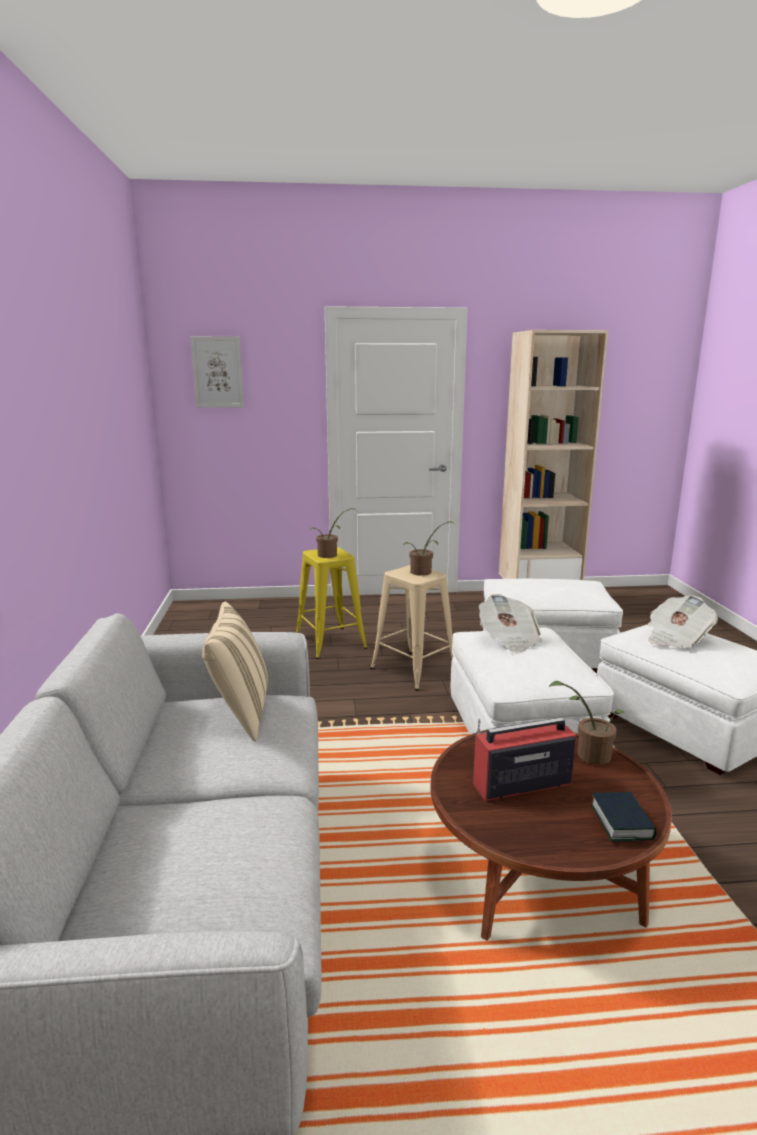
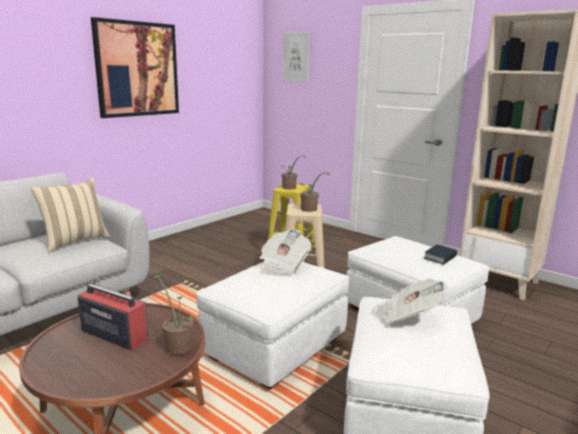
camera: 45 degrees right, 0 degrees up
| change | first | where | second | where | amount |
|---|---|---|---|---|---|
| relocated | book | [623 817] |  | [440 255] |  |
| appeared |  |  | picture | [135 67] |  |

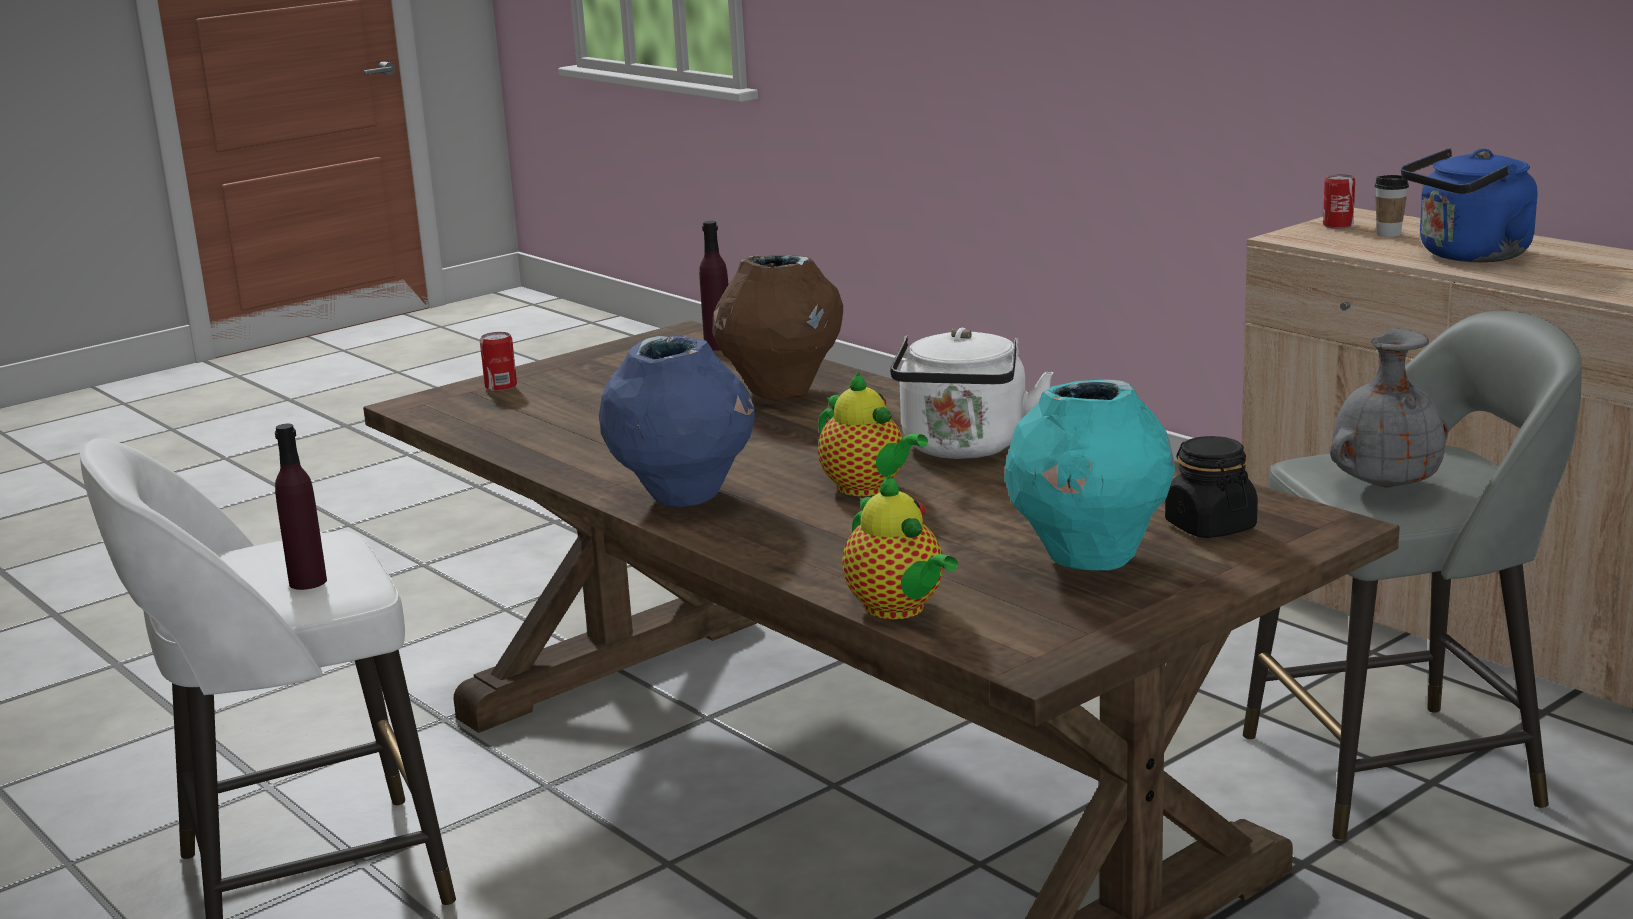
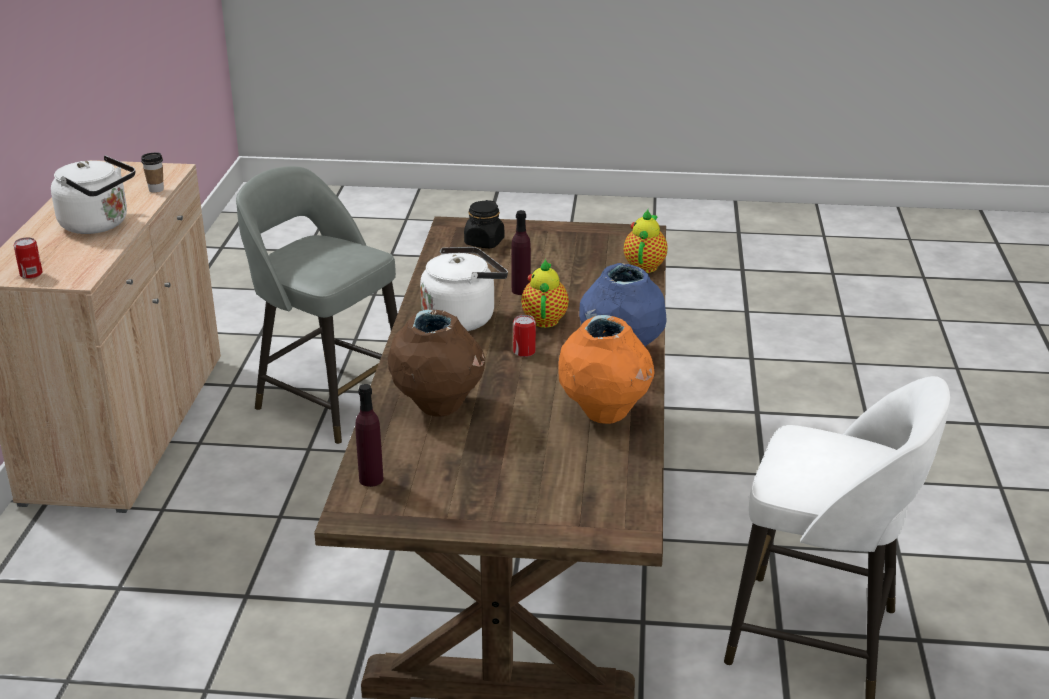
camera: 135 degrees left, 10 degrees up
| change | first | where | second | where | amount |
|---|---|---|---|---|---|
| relocated | bottle (purple) | [301 507] |  | [521 252] |  |
| relocated | can | [498 361] |  | [524 336] |  |
| missing | vase (turquoise) | [1089 475] |  |  |  |
| missing | vase (grey) | [1389 408] |  |  |  |
| relocated | cup | [1391 206] |  | [152 173] |  |
| colour | kettle (blue) | [1469 205] | kettle (white) | [93 194] |  |
| appeared |  |  | vase (orange) | [606 369] |  |

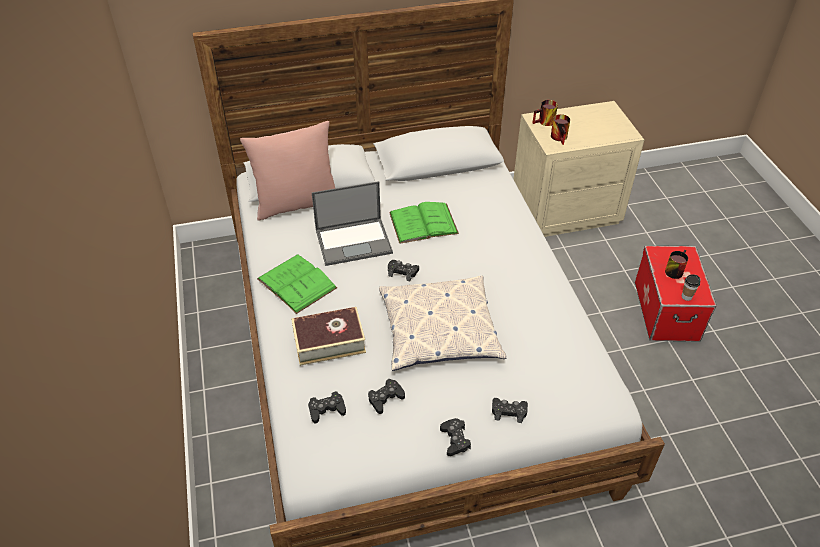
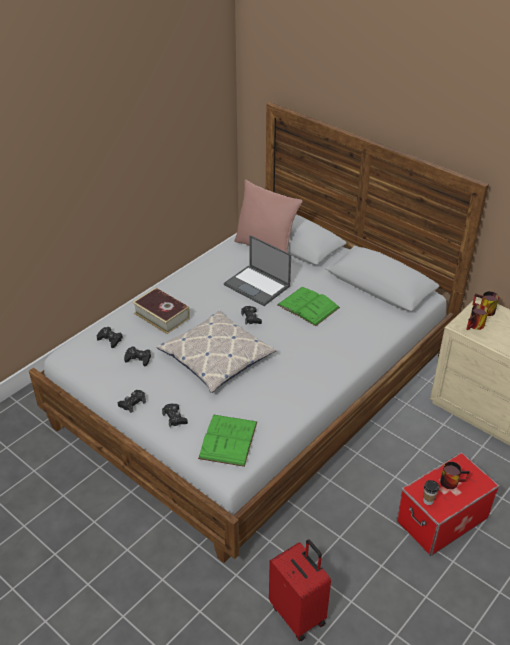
camera: 55 degrees right, 5 degrees down
| change | first | where | second | where | amount |
|---|---|---|---|---|---|
| relocated | book (green) | [297 284] |  | [227 441] |  |
| appeared |  |  | suitcase (red) | [300 590] |  |

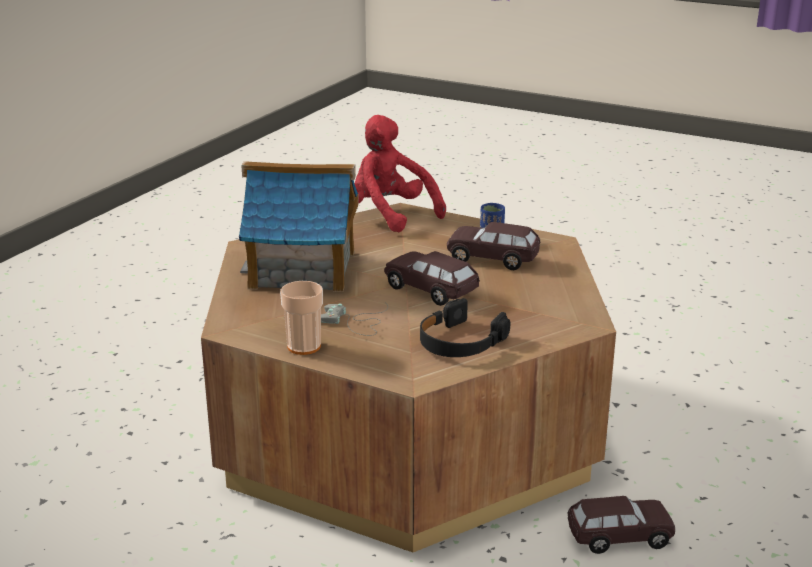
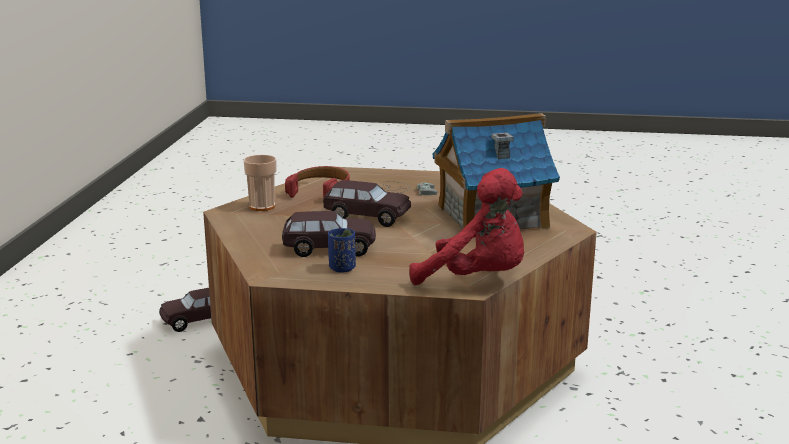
camera: 160 degrees right, 5 degrees down
| change | first | where | second | where | amount |
|---|---|---|---|---|---|
| relocated | cup | [301 318] |  | [260 183] |  |
| colour | headphones (black) | [465 327] | headphones (red) | [317 182] |  |

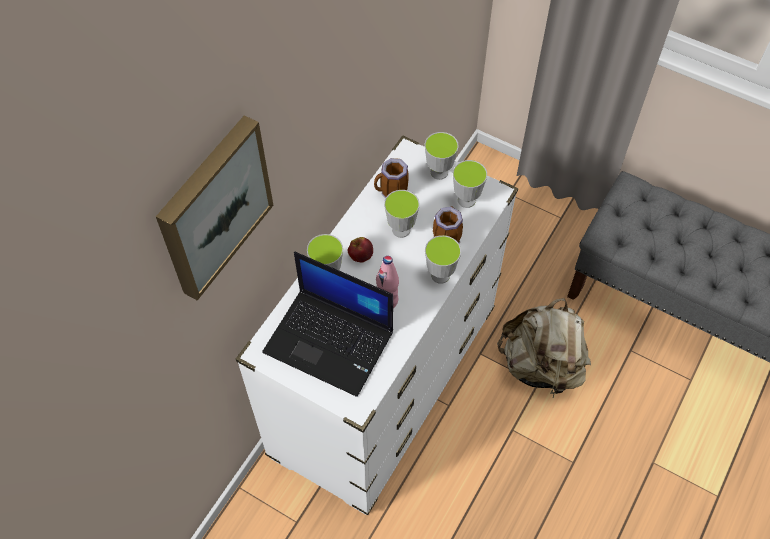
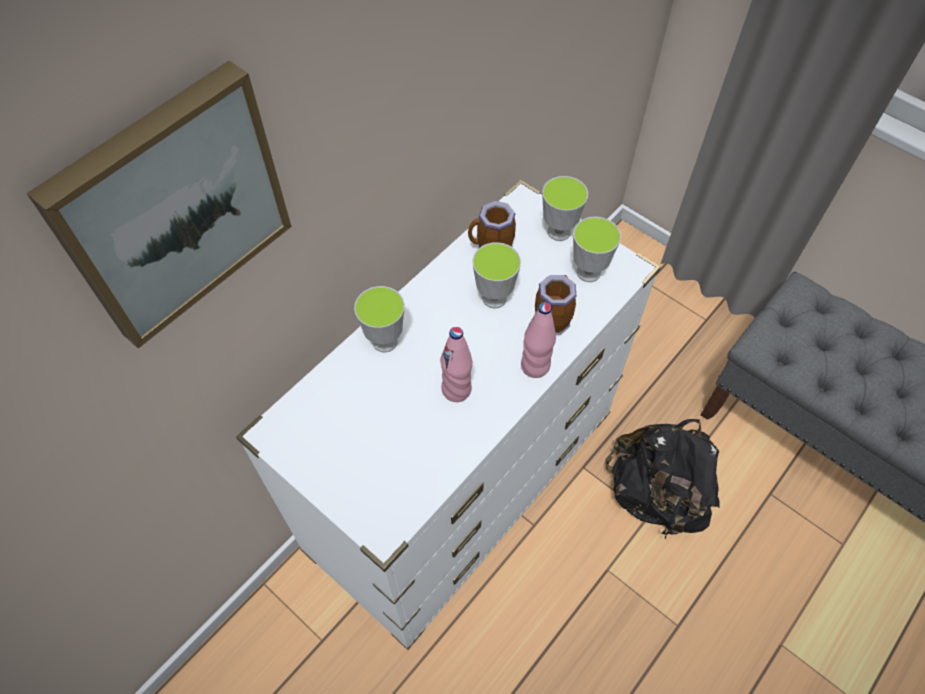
camera: 10 degrees right, 0 degrees up
| change | first | where | second | where | amount |
|---|---|---|---|---|---|
| missing | laptop | [327 324] |  |  |  |
| missing | apple | [360 250] |  |  |  |
| exchanged | cup | [443 259] | bottle (pink) | [538 340] |  |
| colour | backpack (beige) | [544 348] | backpack (black) | [662 479] |  |

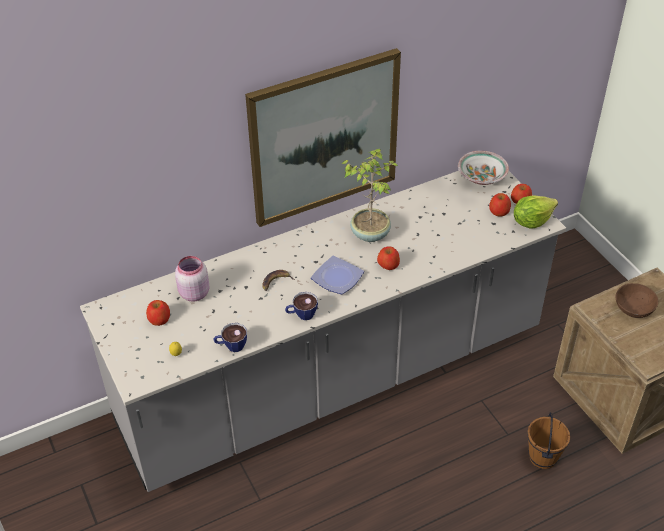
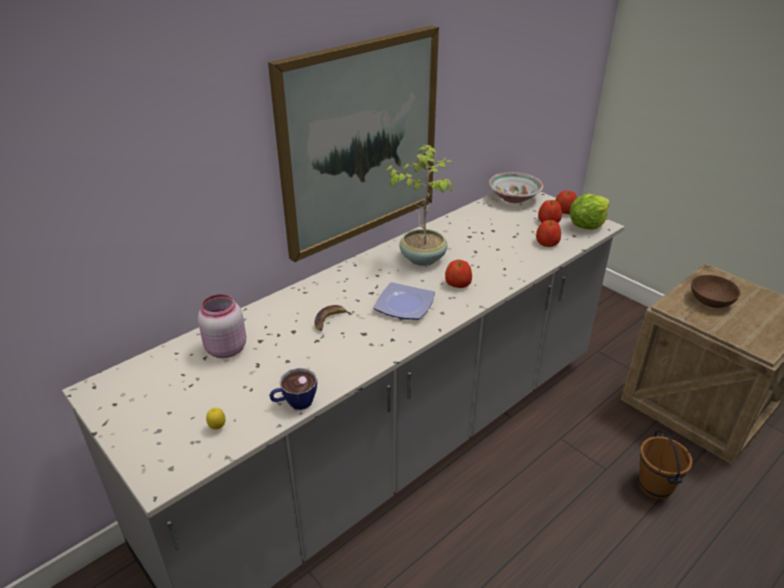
camera: 15 degrees left, 10 degrees down
| change | first | where | second | where | amount |
|---|---|---|---|---|---|
| relocated | apple | [158 313] |  | [548 233] |  |
| missing | cup | [301 306] |  |  |  |

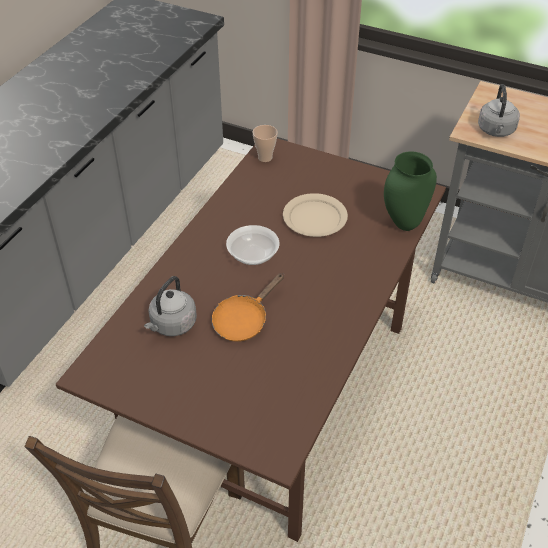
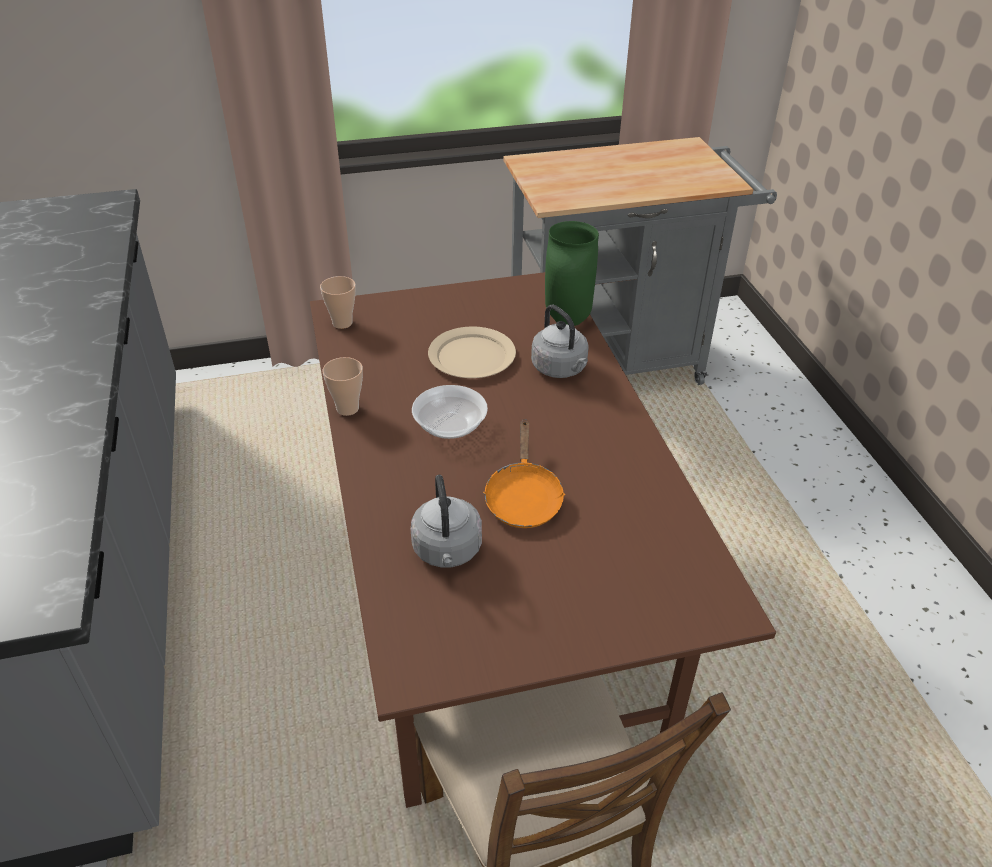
camera: 40 degrees left, 5 degrees down
| change | first | where | second | where | amount |
|---|---|---|---|---|---|
| relocated | kettle (grey) | [499 110] |  | [560 341] |  |
| appeared |  |  | cup | [342 386] |  |

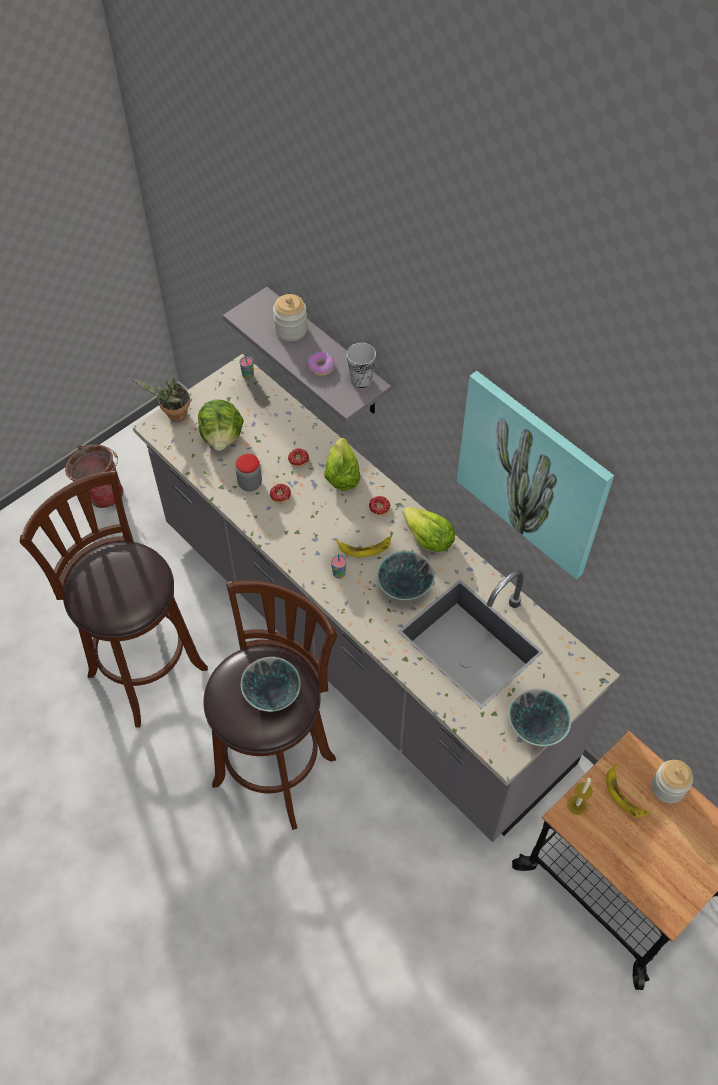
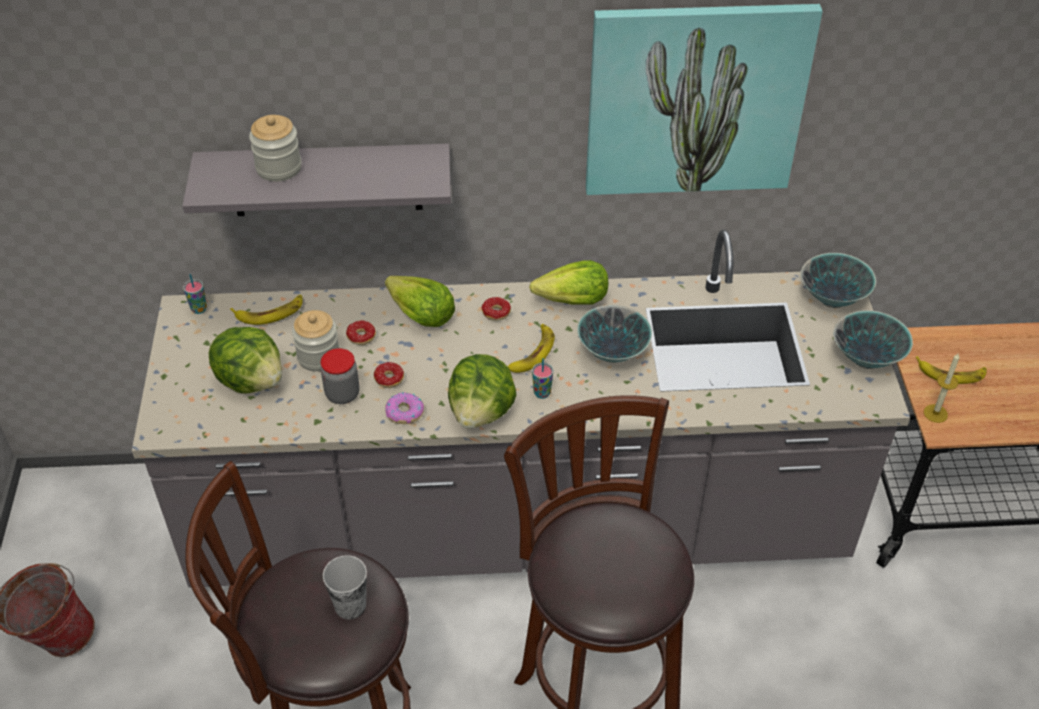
camera: 50 degrees left, 10 degrees down
| change | first | where | second | where | amount |
|---|---|---|---|---|---|
| missing | potted plant | [161 399] |  |  |  |
| relocated | bowl | [271 684] |  | [838 280] |  |
| relocated | donut | [321 364] |  | [404 408] |  |
| relocated | cup | [361 365] |  | [345 587] |  |
| relocated | jar | [672 782] |  | [316 341] |  |
| appeared |  |  | banana | [266 310] |  |
| appeared |  |  | lettuce | [482 391] |  |

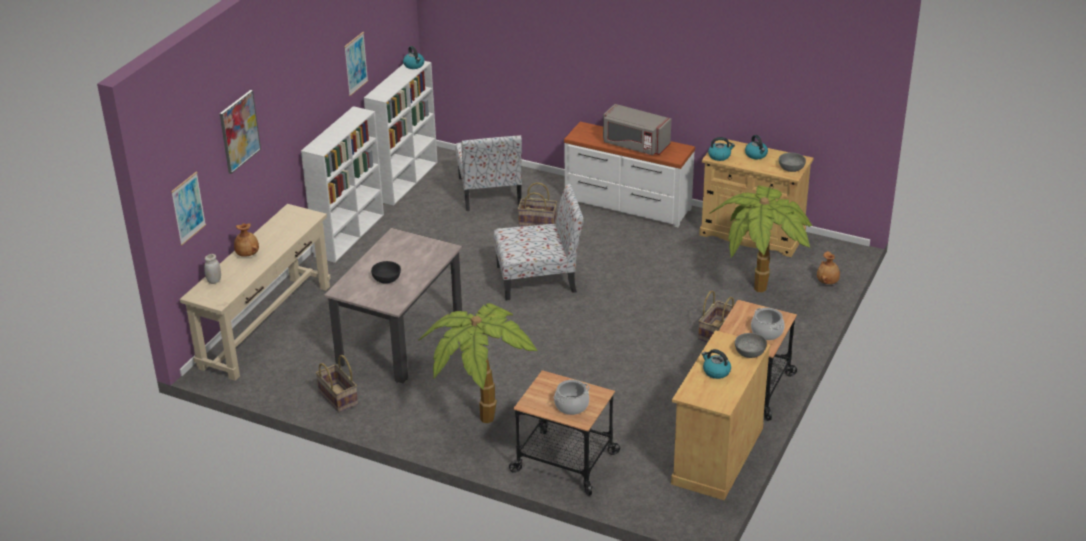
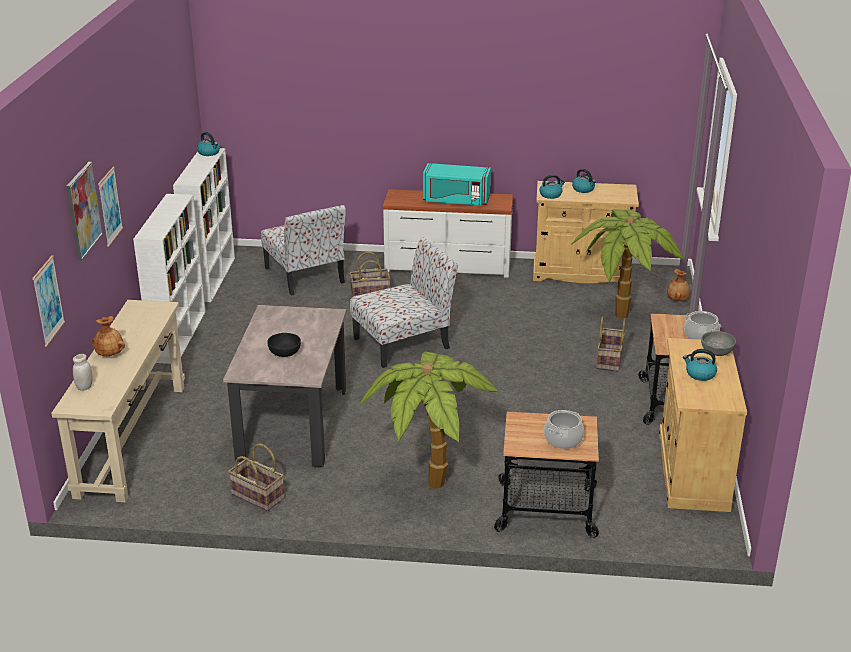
camera: 20 degrees left, 5 degrees down
| change | first | where | second | where | amount |
|---|---|---|---|---|---|
| relocated | picture | [356 64] |  | [110 207] |  |
| colour | microwave (grey) | [637 129] | microwave (turquoise) | [457 184] |  |
| missing | bowl (grey) | [792 162] |  |  |  |

